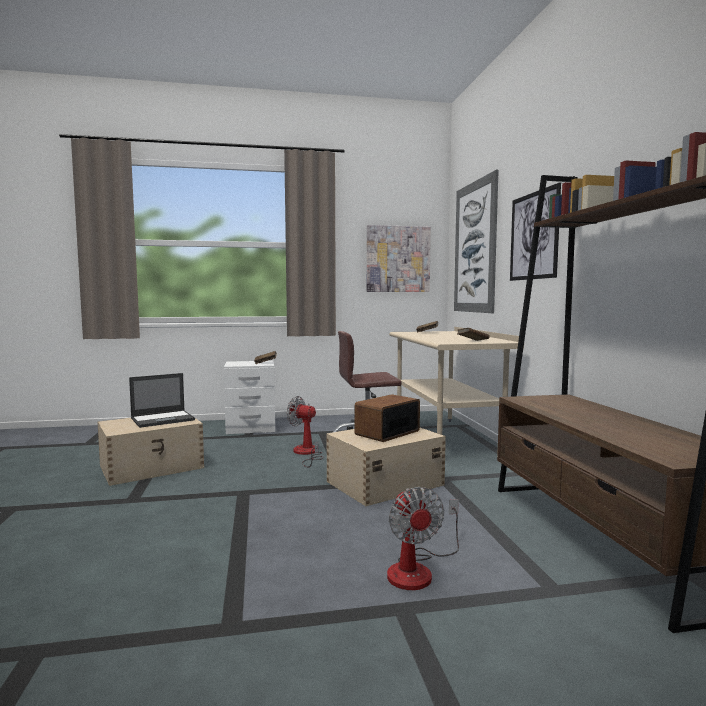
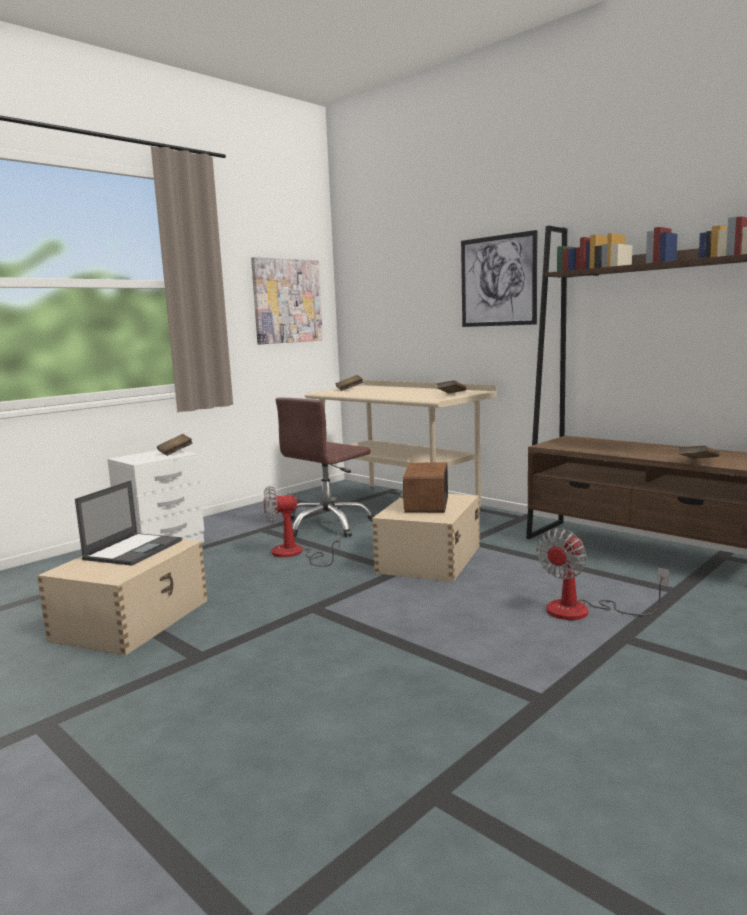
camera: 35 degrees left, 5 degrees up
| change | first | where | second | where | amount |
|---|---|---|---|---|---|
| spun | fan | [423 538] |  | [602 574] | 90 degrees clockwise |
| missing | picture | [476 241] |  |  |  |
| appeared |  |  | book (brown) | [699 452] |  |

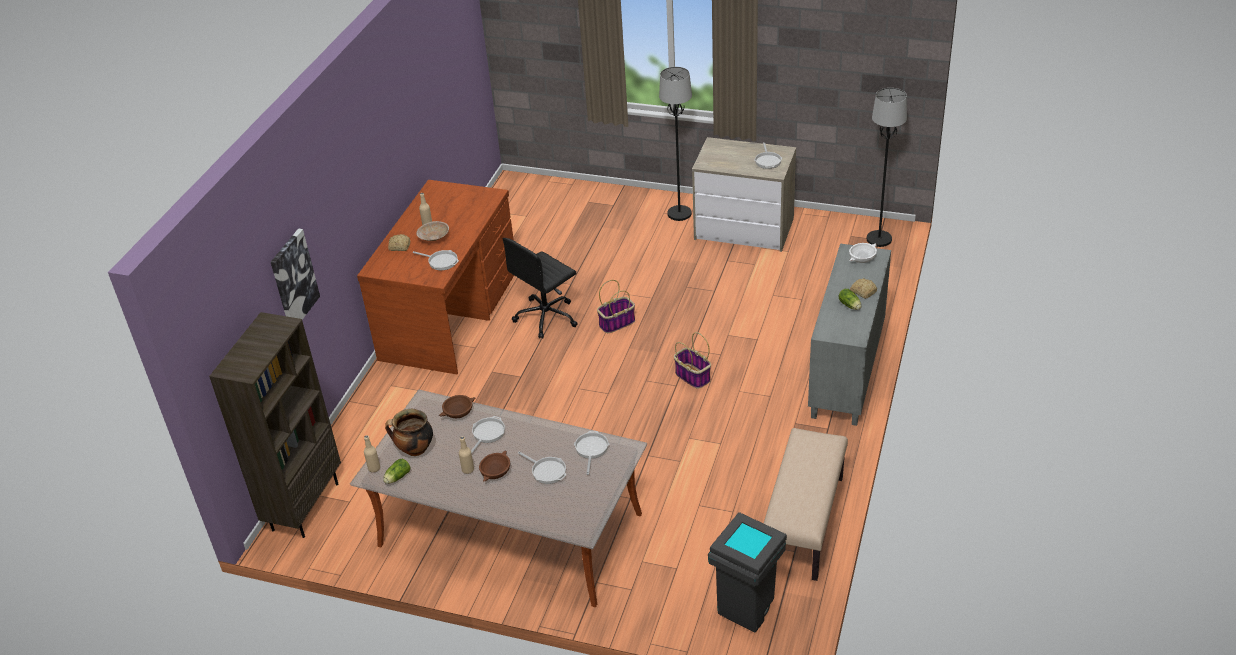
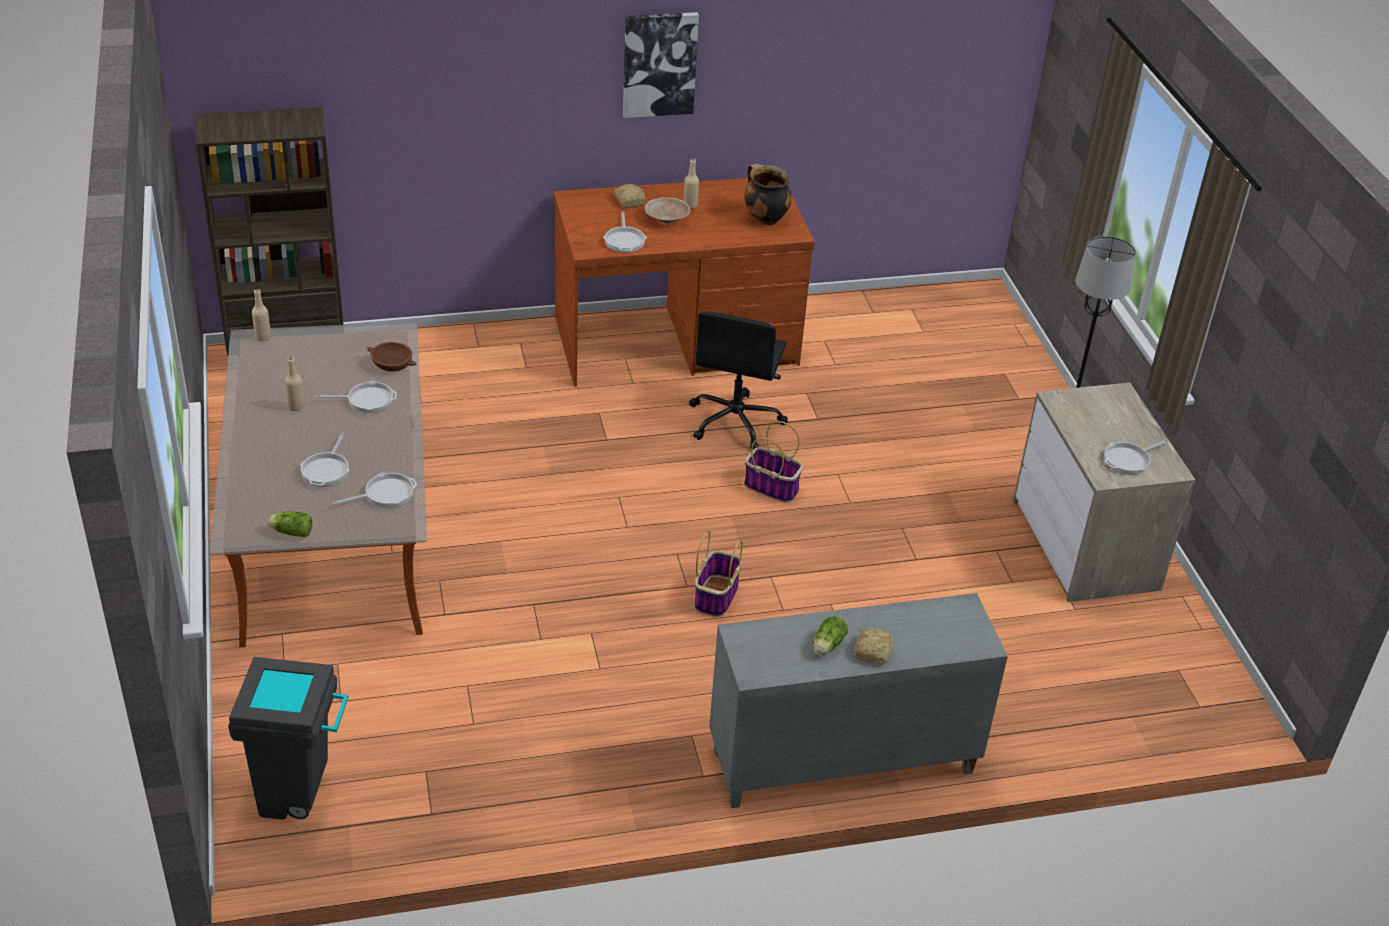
camera: 55 degrees right, 0 degrees up
| change | first | where | second | where | amount |
|---|---|---|---|---|---|
| relocated | picture | [295 274] |  | [661 65] |  |
| relocated | lettuce | [397 471] |  | [290 524] |  |
| relocated | cooking pot | [409 432] |  | [768 194] |  |
| missing | bowl (brown) | [494 466] |  |  |  |
| spun | office chair (black) | [540 288] |  | [738 380] | 90 degrees counterclockwise |
| missing | bench (beige) | [806 504] |  |  |  |
| missing | bowl (white) | [863 253] |  |  |  |
| missing | floor lamp (black) | [887 167] |  |  |  |

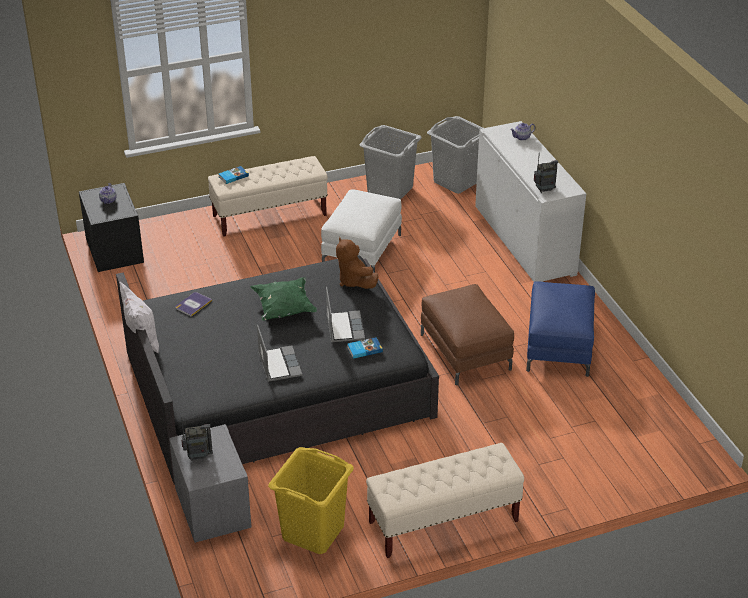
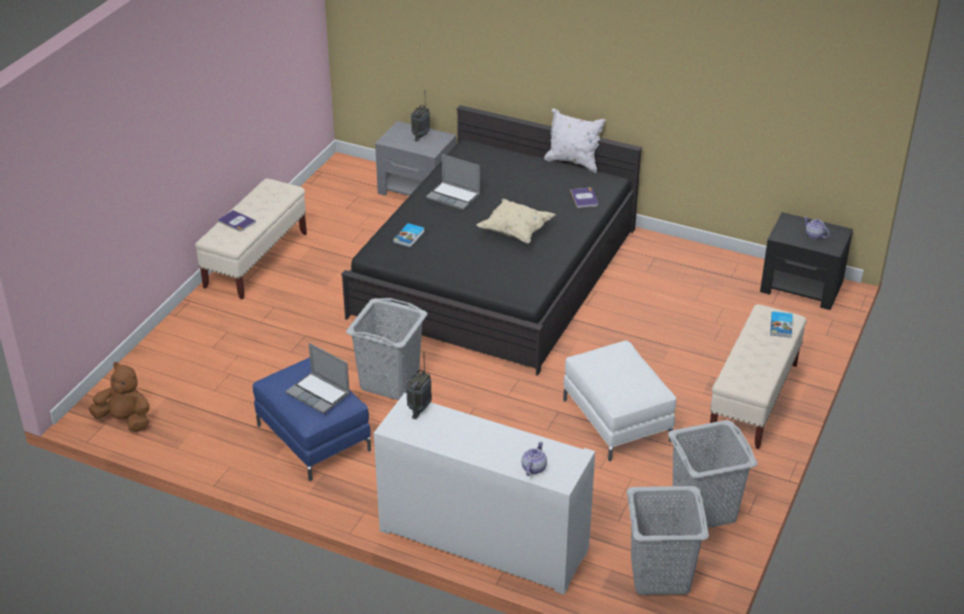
camera: 135 degrees right, 0 degrees up
| change | first | where | second | where | amount |
|---|---|---|---|---|---|
| colour | pillow (green) | [283 299] | pillow (beige) | [516 221] |  |
| missing | laundry basket (yellow) | [311 500] |  |  |  |
| relocated | laptop | [345 314] |  | [318 378] |  |
| relocated | plush toy (brown) | [357 263] |  | [119 397] |  |
| exchanged | ottoman (brown) | [467 334] | laundry basket (grey) | [386 349] |  |
| appeared |  |  | book | [237 221] |  |

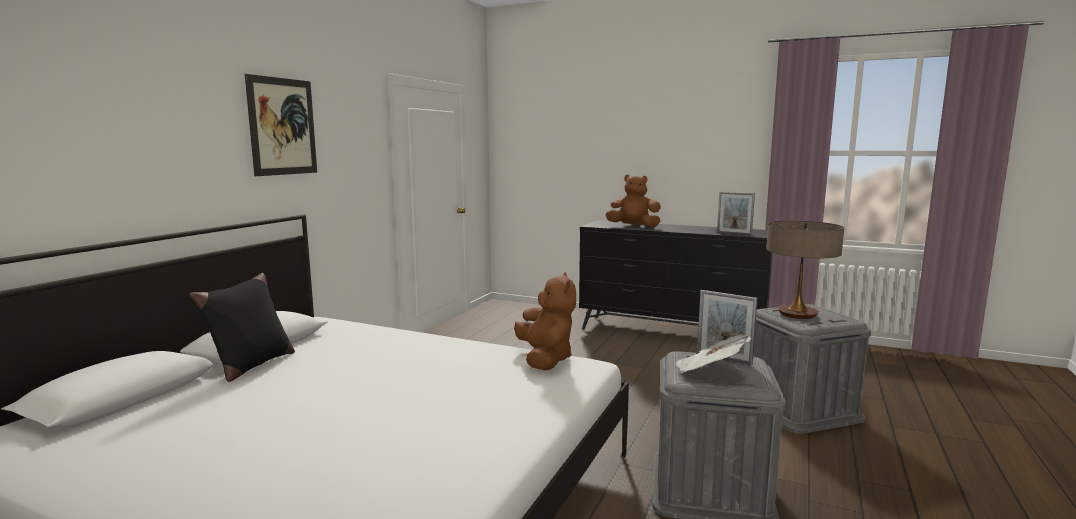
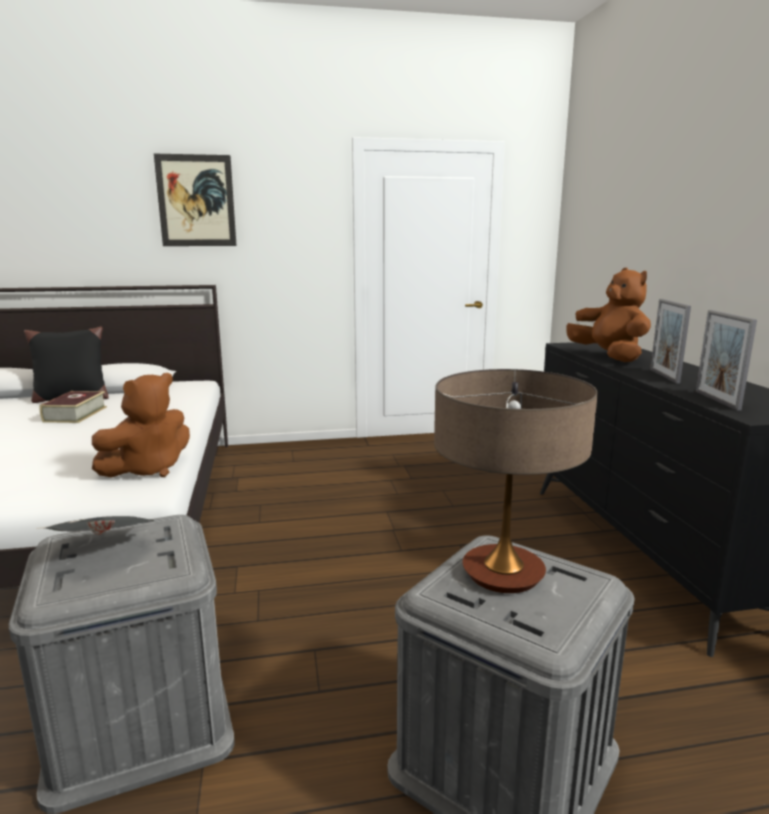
camera: 55 degrees right, 5 degrees up
| change | first | where | second | where | amount |
|---|---|---|---|---|---|
| relocated | picture frame | [727 327] |  | [670 341] |  |
| appeared |  |  | book | [73 407] |  |

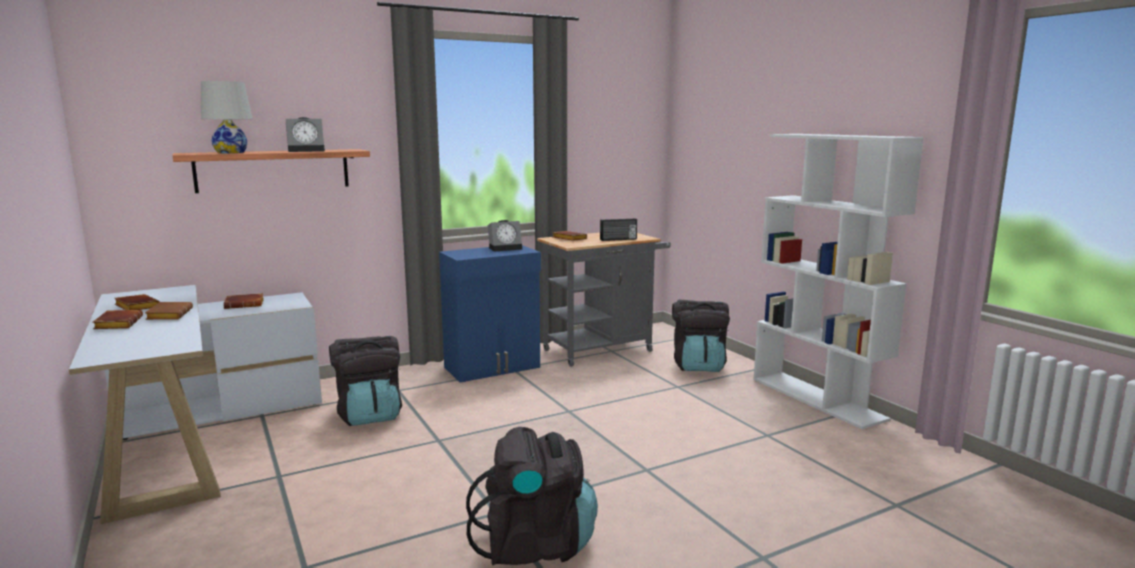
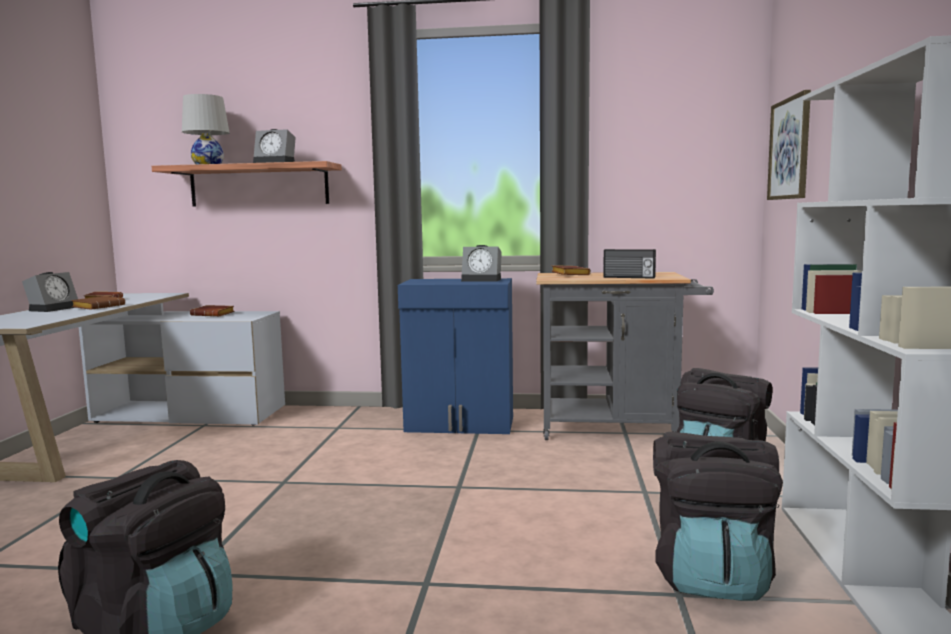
camera: 35 degrees right, 5 degrees down
| change | first | where | second | where | amount |
|---|---|---|---|---|---|
| exchanged | book (brown) | [118 319] | alarm clock | [50 292] |  |
| relocated | backpack (black) | [365 381] |  | [718 516] |  |
| appeared |  |  | picture | [789 145] |  |

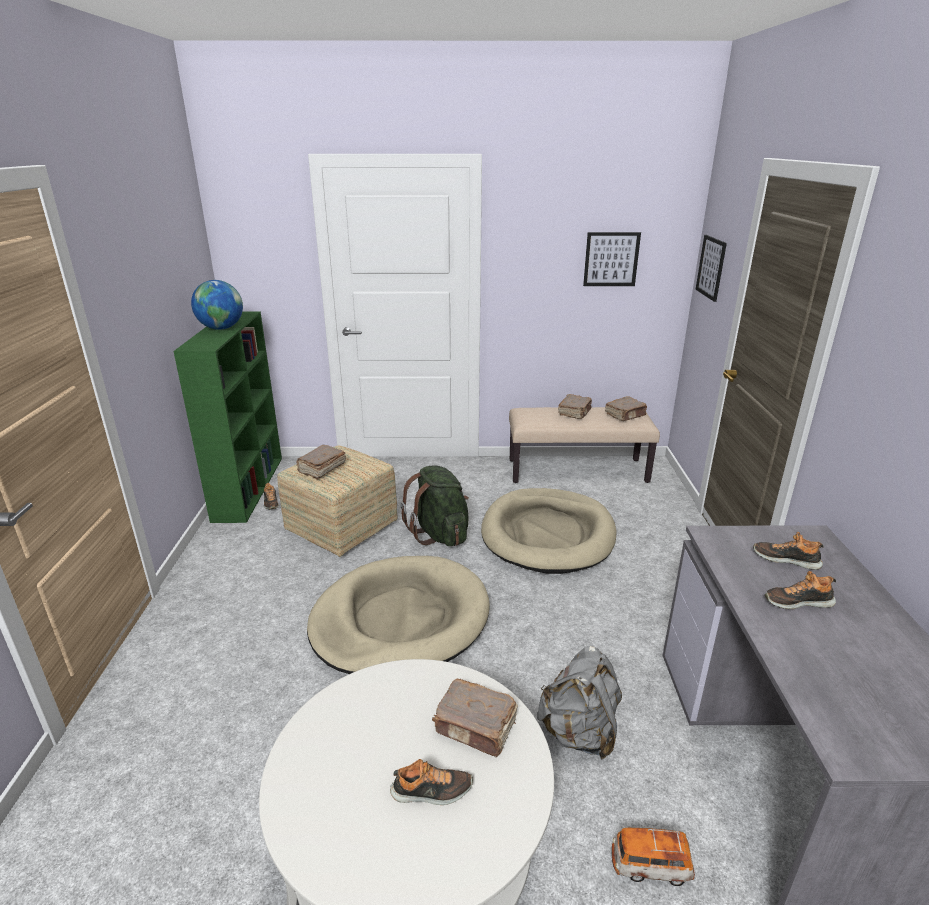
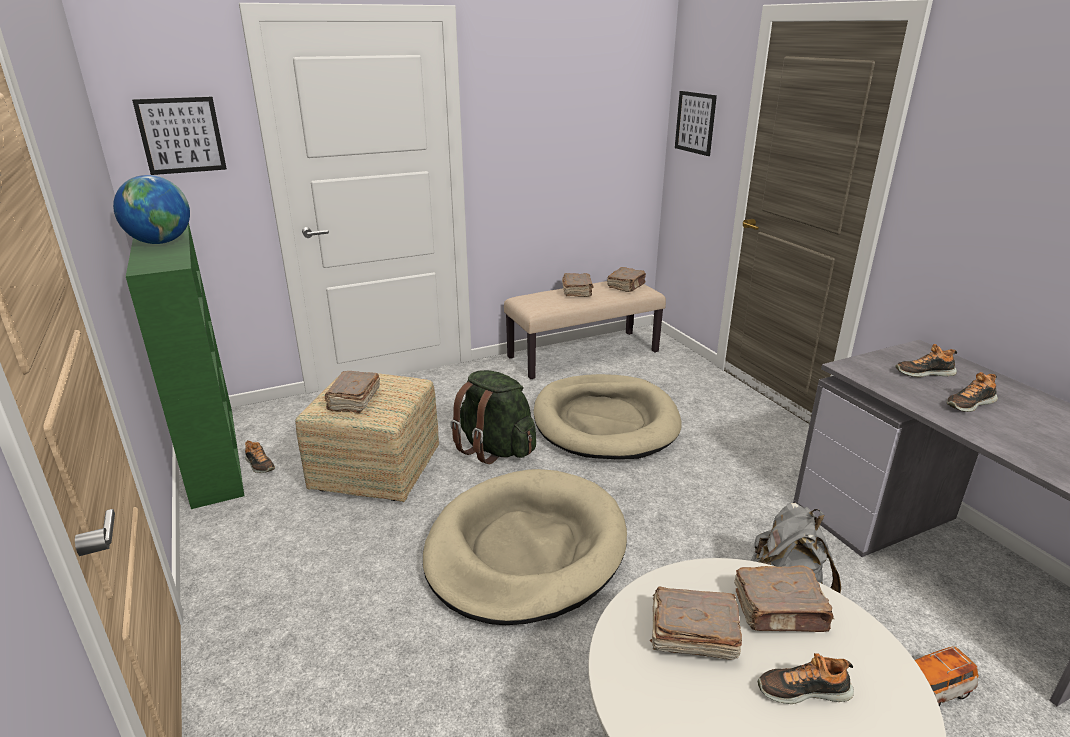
camera: 25 degrees left, 0 degrees up
| change | first | where | second | where | amount |
|---|---|---|---|---|---|
| spun | shoe | [431 782] |  | [806 678] | 150 degrees counterclockwise |
| relocated | picture | [612 259] |  | [179 136] |  |
| appeared |  |  | book (brown) | [696 623] |  |

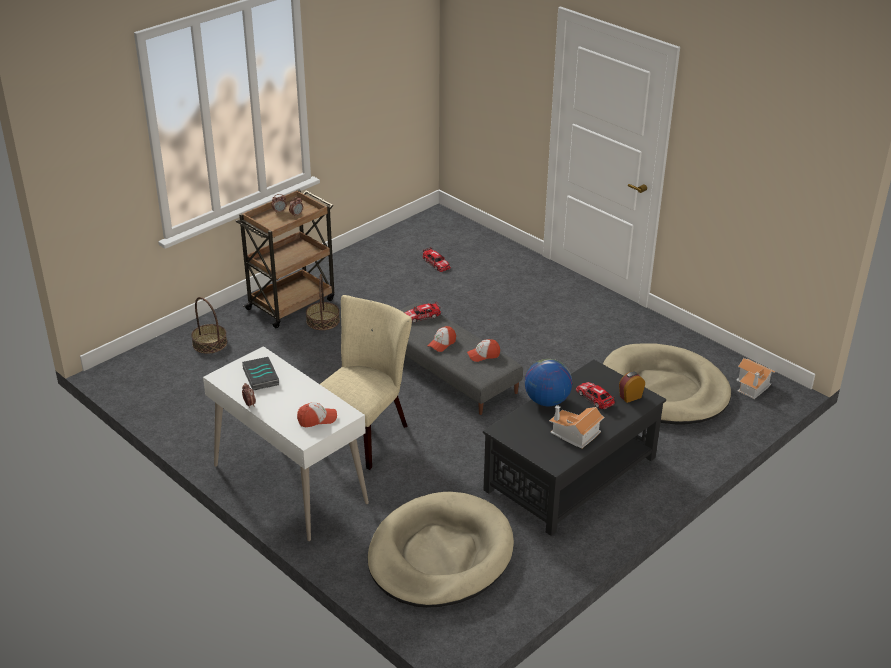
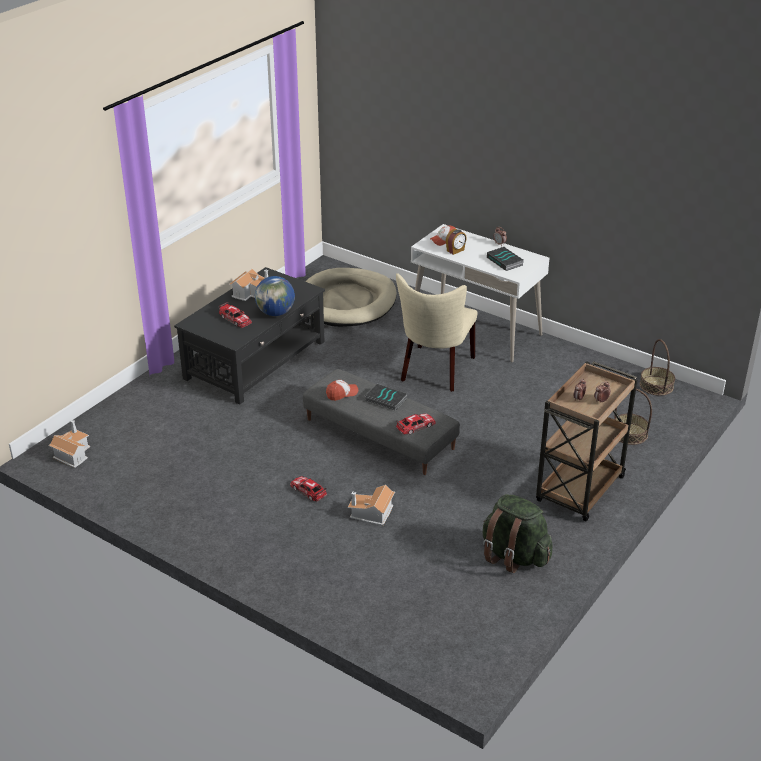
camera: 170 degrees right, 0 degrees up
| change | first | where | second | where | amount |
|---|---|---|---|---|---|
| relocated | basket | [323 302] |  | [657 367] |  |
| relocated | toy car | [437 259] |  | [308 488] |  |
| exchanged | cap | [441 339] | book | [386 397] |  |
| missing | dog bed (beige) | [667 384] |  |  |  |
| relocated | alarm clock | [632 387] |  | [456 242] |  |
| appeared |  |  | toy house | [371 505] |  |
| appeared |  |  | backpack (green) | [518 533] |  |

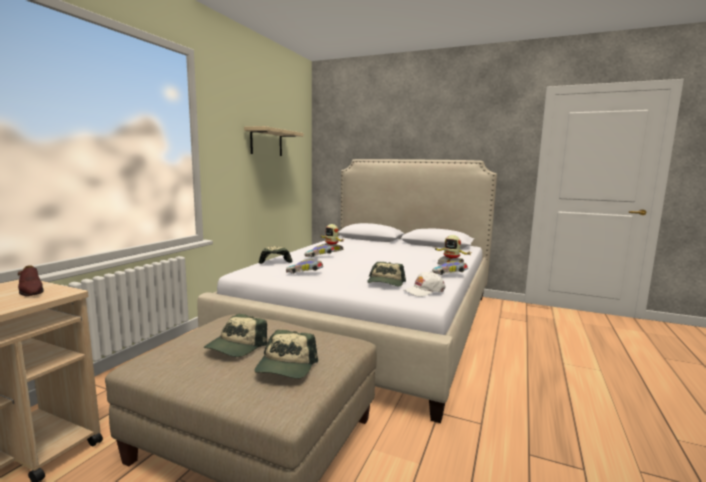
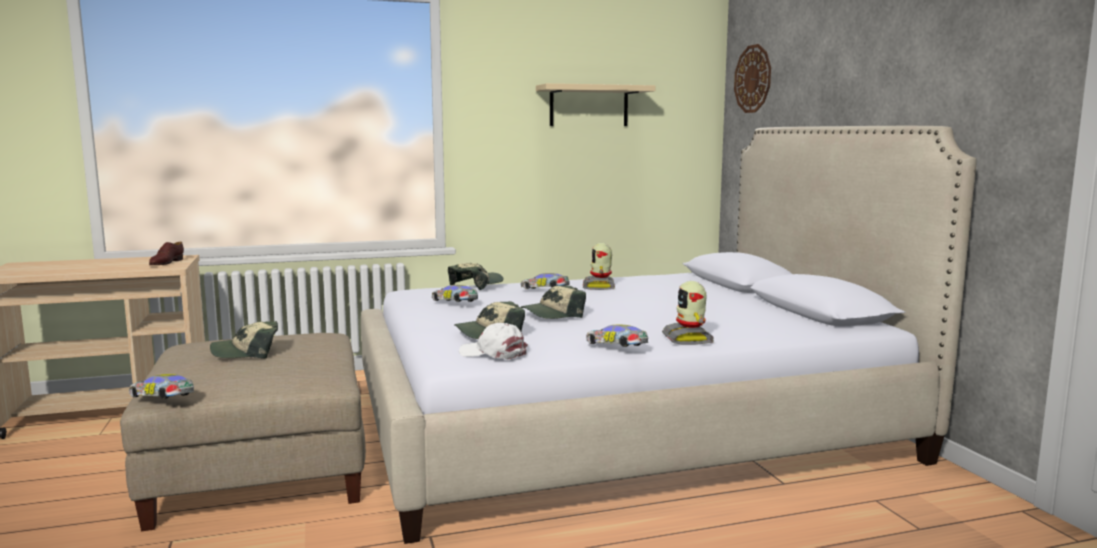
camera: 50 degrees right, 0 degrees up
| change | first | where | second | where | amount |
|---|---|---|---|---|---|
| relocated | cap | [286 354] |  | [553 302] |  |
| appeared |  |  | toy car | [161 386] |  |
| appeared |  |  | wall clock | [752 78] |  |

